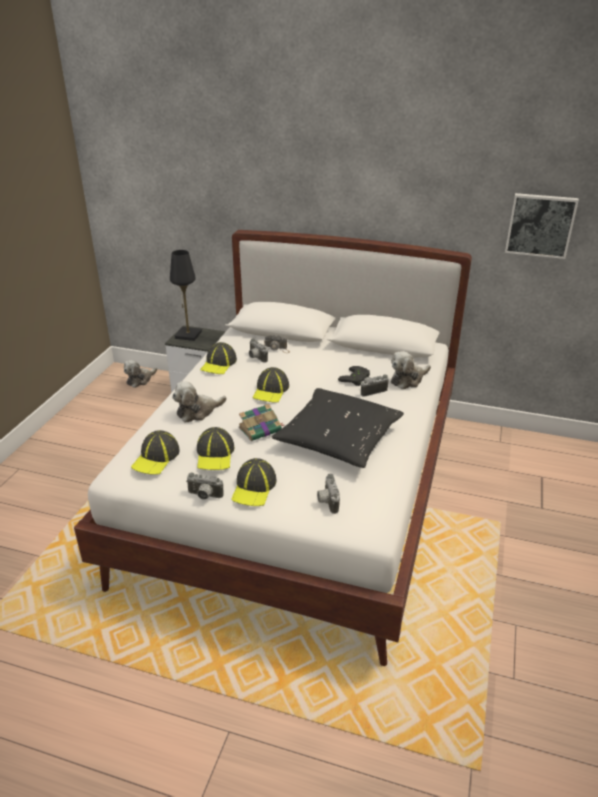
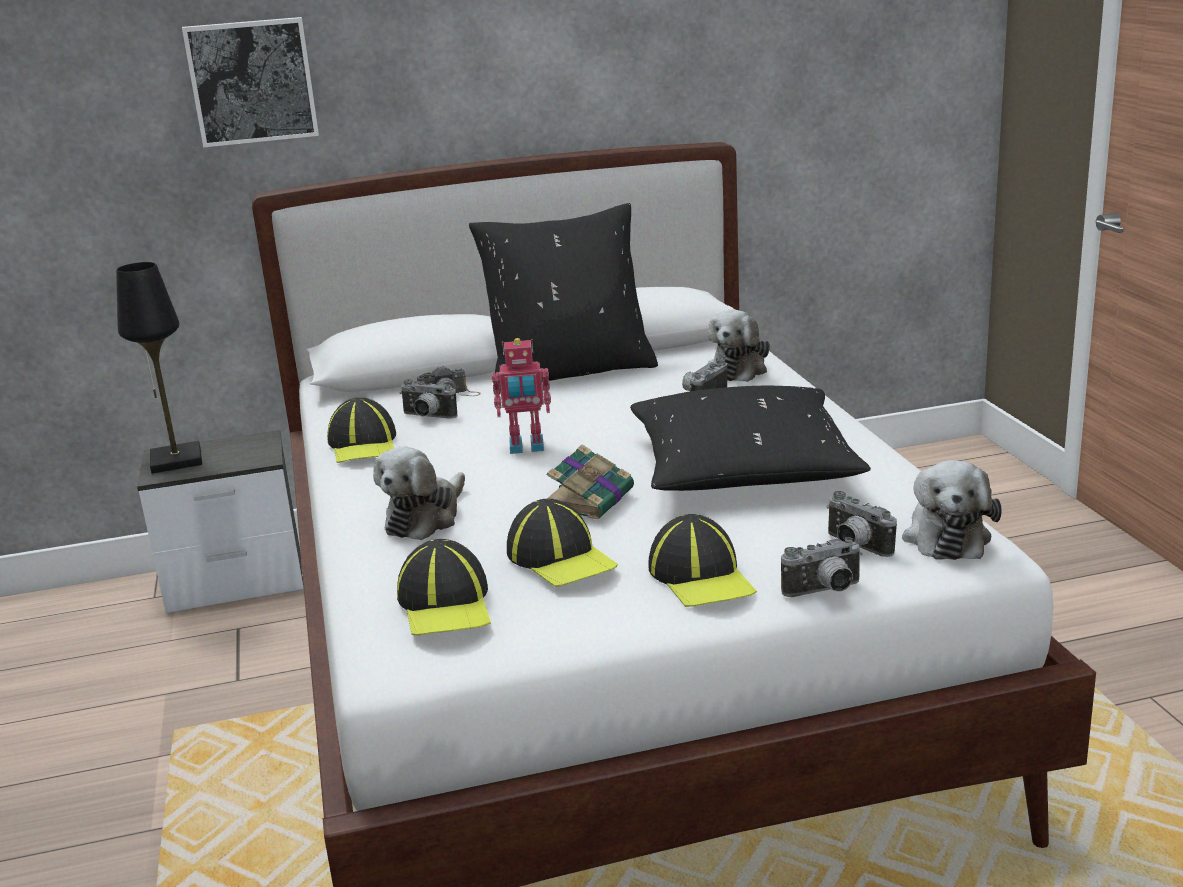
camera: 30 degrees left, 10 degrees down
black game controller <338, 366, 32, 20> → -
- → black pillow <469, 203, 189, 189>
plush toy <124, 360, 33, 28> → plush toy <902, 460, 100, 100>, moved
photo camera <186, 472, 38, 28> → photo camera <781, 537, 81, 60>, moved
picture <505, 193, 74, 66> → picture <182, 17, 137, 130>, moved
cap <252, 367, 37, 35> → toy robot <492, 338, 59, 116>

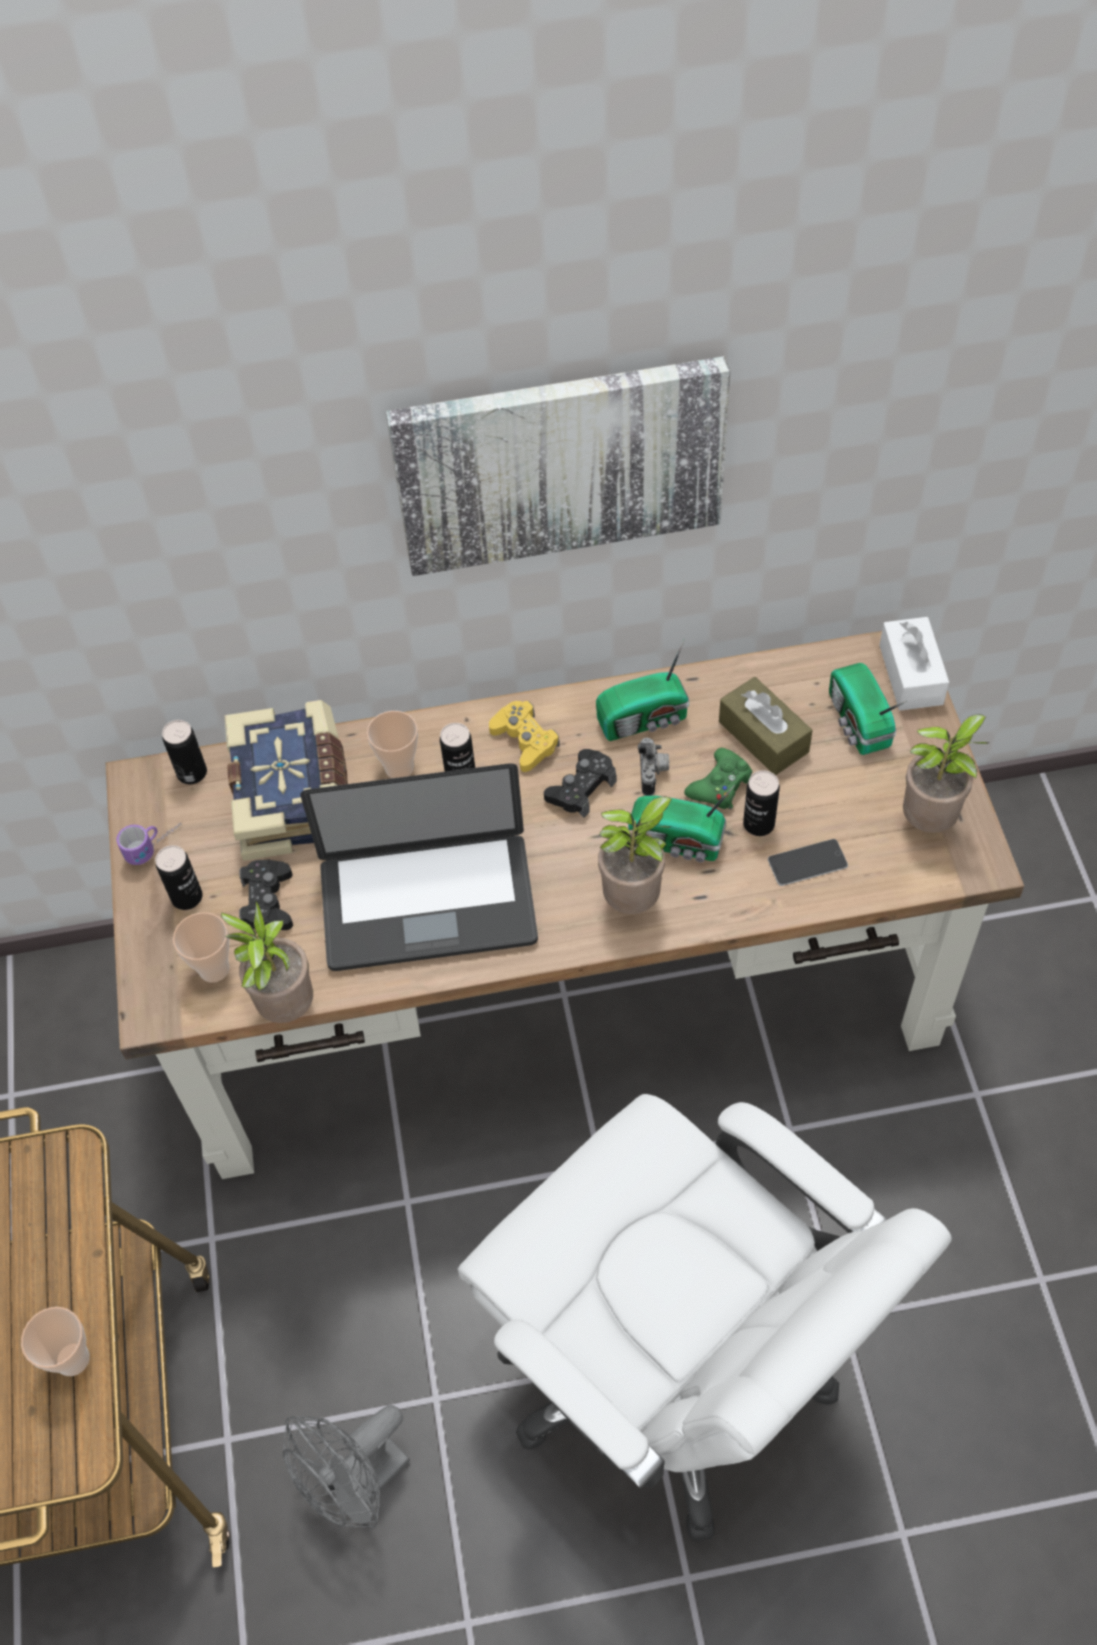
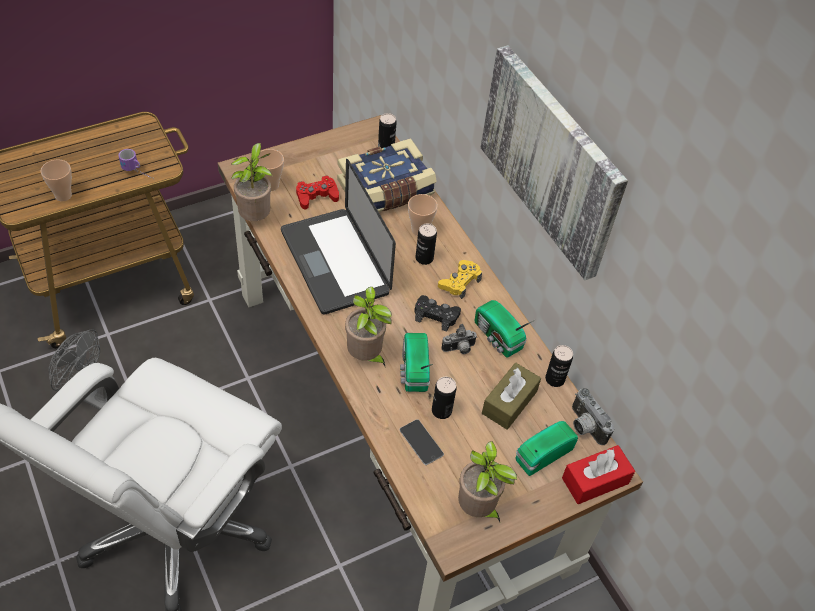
camera: 65 degrees right, 5 degrees down
green game controller <684, 748, 68, 62> → -
- → photo camera <572, 388, 42, 57>
mug <117, 823, 65, 42> → mug <118, 149, 36, 31>, moved
can <155, 845, 48, 65> → can <545, 345, 28, 42>, moved
black game controller <239, 860, 54, 70> → red game controller <296, 175, 43, 35>
white tissue box <879, 617, 70, 94> → red tissue box <562, 445, 73, 59>

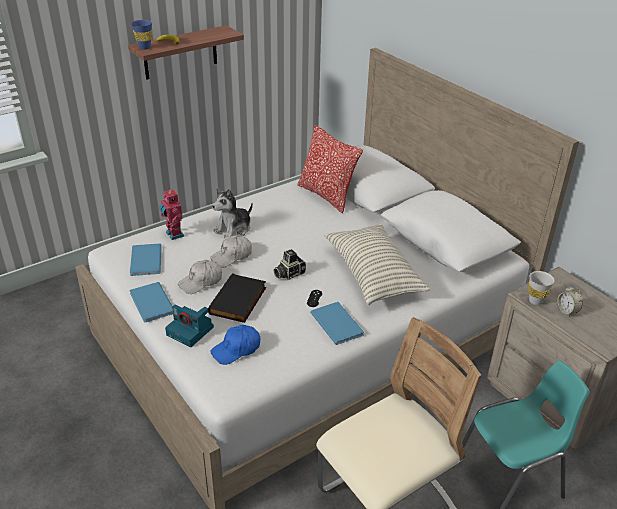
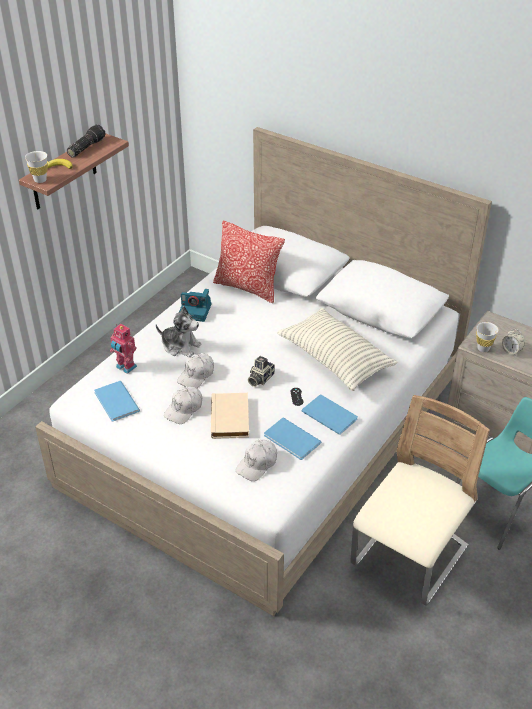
camera: 20 degrees left, 5 degrees up
- → flashlight <67, 124, 39, 34>
blue book <130, 282, 43, 40> → blue book <264, 417, 58, 43>, moved
photo camera <165, 305, 49, 42> → photo camera <179, 289, 32, 33>, moved
blue cup <131, 20, 21, 30> → white cup <25, 151, 23, 32>
black book <208, 273, 58, 50> → beige book <211, 393, 38, 46>
blue cap <210, 325, 50, 40> → white cap <236, 440, 41, 41>
plush toy <212, 188, 41, 50> → plush toy <156, 306, 45, 51>, 90 degrees counterclockwise

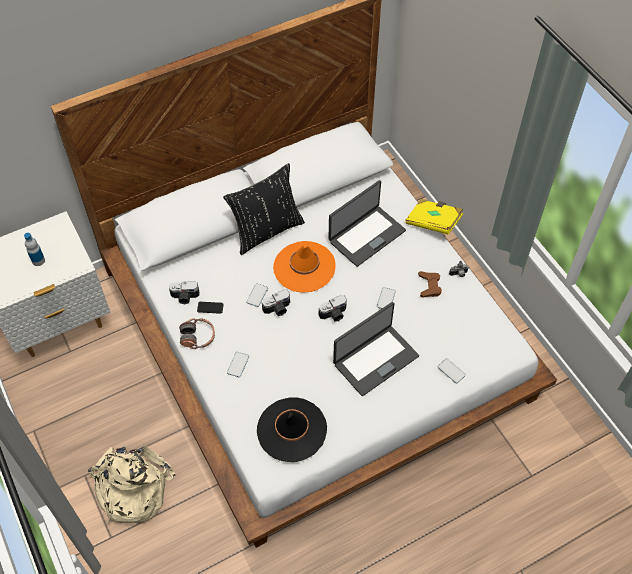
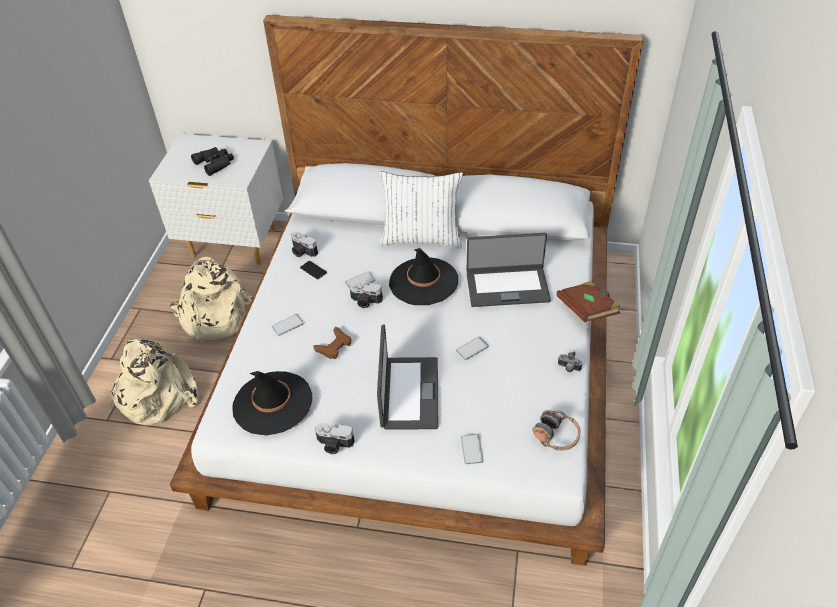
camera: 40 degrees right, 10 degrees down
- → beige backpack <170, 257, 83, 84>
headphones <179, 318, 36, 31> → headphones <532, 410, 49, 41>, moved
photo camera <319, 295, 28, 27> → photo camera <315, 423, 40, 31>, moved
brown game controller <418, 271, 24, 26> → brown game controller <313, 327, 38, 32>, moved
bottle <24, 233, 21, 33> → black binoculars <191, 147, 43, 29>
black pillow <223, 163, 82, 92> → white pillow <379, 171, 84, 78>
orange hat <273, 241, 63, 52> → black hat <389, 248, 69, 57>
yellow book <405, 199, 58, 36> → brown book <556, 281, 64, 41>
laptop <333, 302, 86, 94> → laptop <377, 325, 61, 105>, 90 degrees counterclockwise

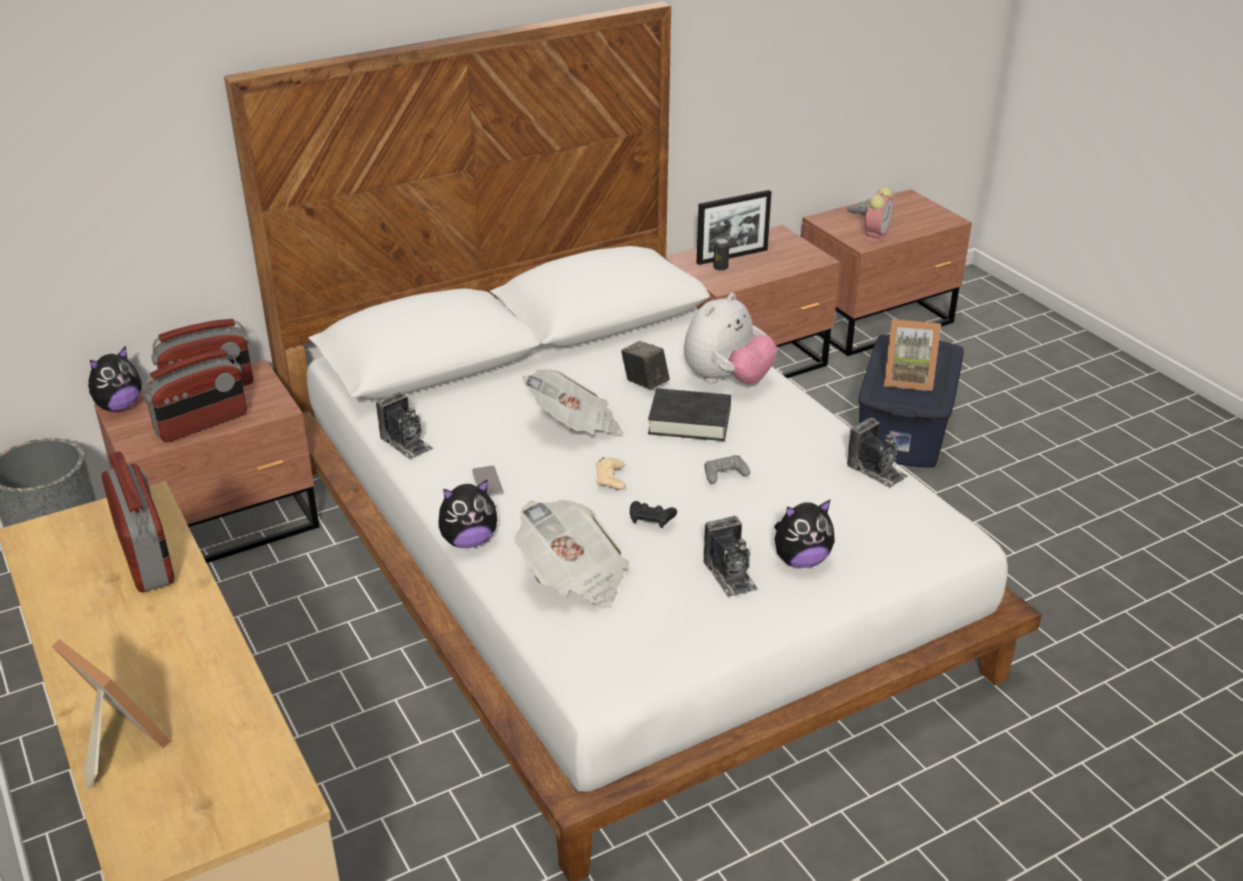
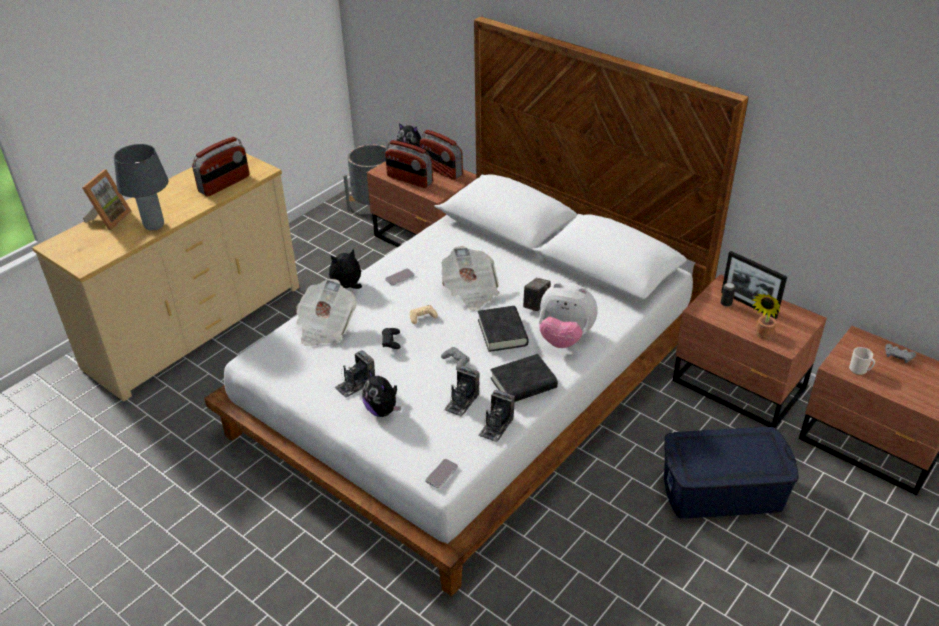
camera: 70 degrees right, 5 degrees up
picture frame <884, 319, 57, 72> → -
- → grey table lamp <114, 144, 54, 87>
- → phone <425, 459, 33, 29>
- → black book <490, 354, 68, 48>
- → potted plant <752, 294, 28, 45>
photo camera <376, 392, 58, 67> → photo camera <444, 366, 36, 51>, moved
alarm clock <864, 187, 29, 56> → mug <849, 347, 26, 28>
plush toy <439, 480, 58, 68> → plush toy <329, 249, 33, 40>, 105 degrees clockwise

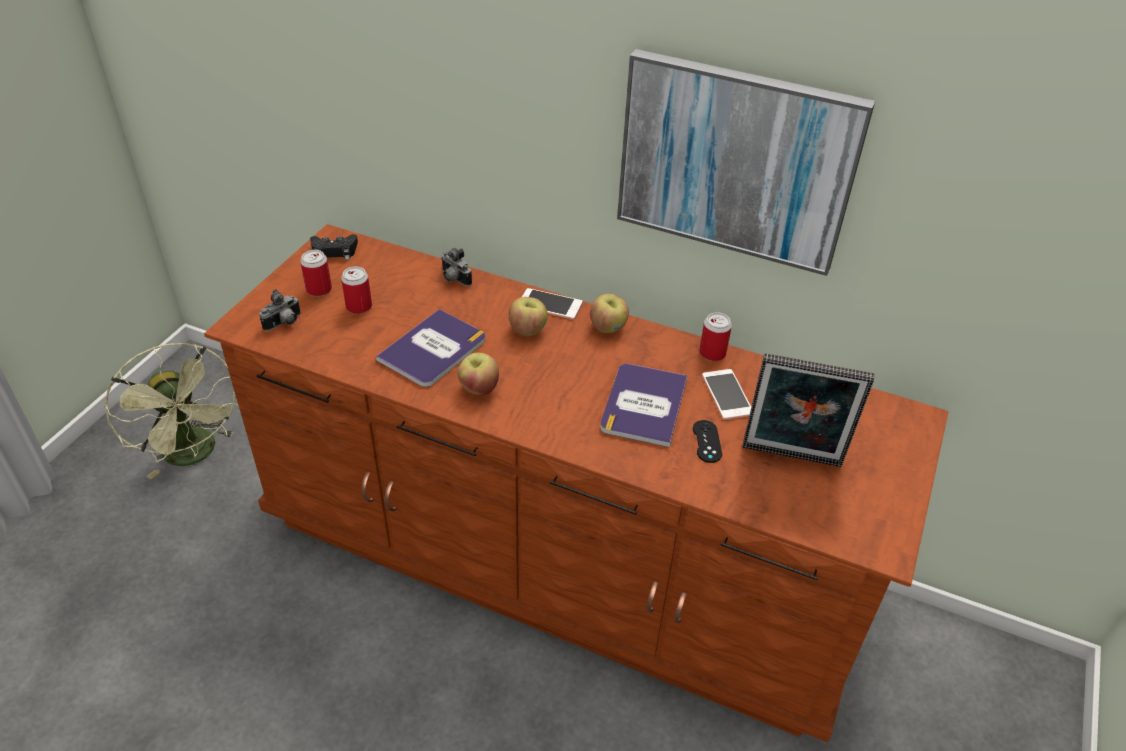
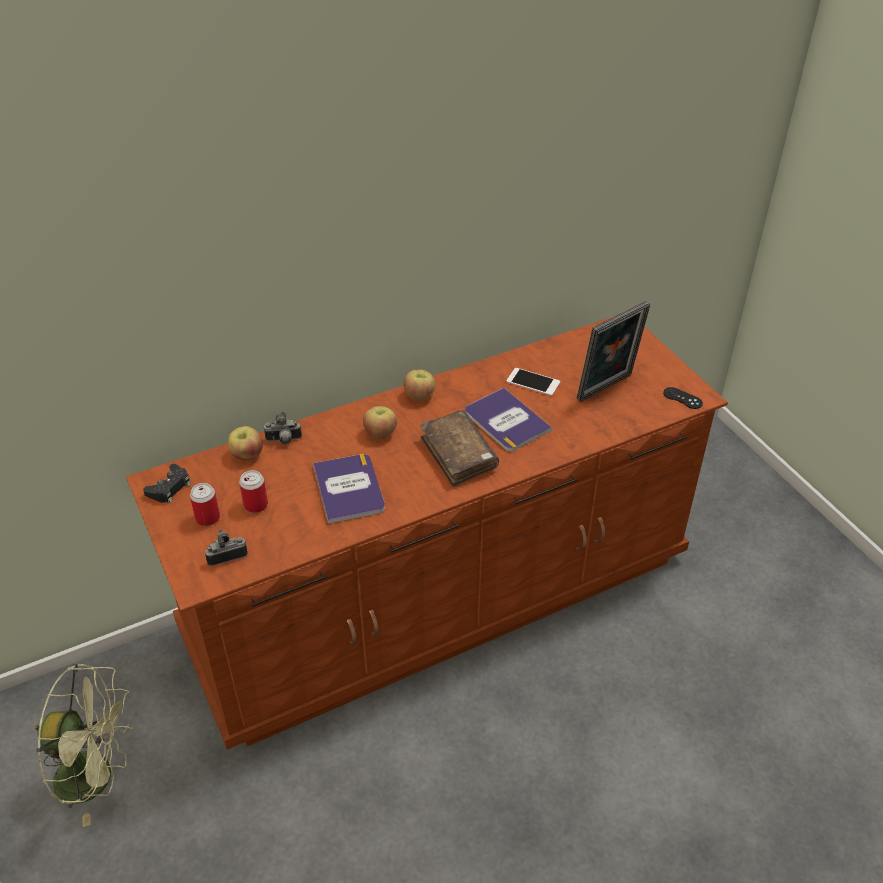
camera: 50 degrees left, 0 degrees up
phone <522, 288, 60, 32> → -
picture <617, 49, 258, 227> → -
can <699, 312, 33, 49> → -
- → brown book <420, 410, 79, 77>
apple <457, 353, 42, 43> → apple <228, 426, 35, 34>, moved
black game controller <693, 420, 29, 43> → black game controller <663, 387, 40, 22>, moved
photo camera <259, 289, 42, 42> → photo camera <205, 529, 43, 37>, 105 degrees counterclockwise

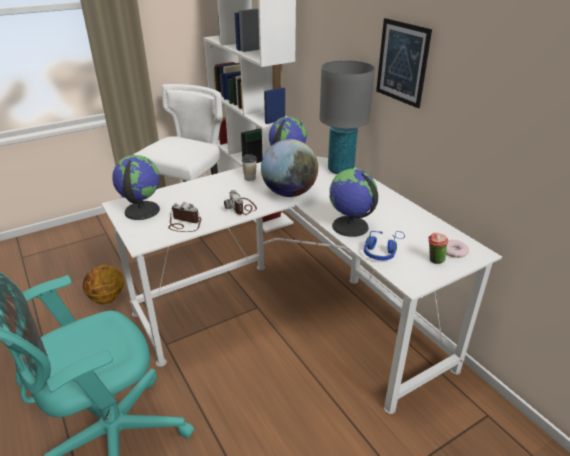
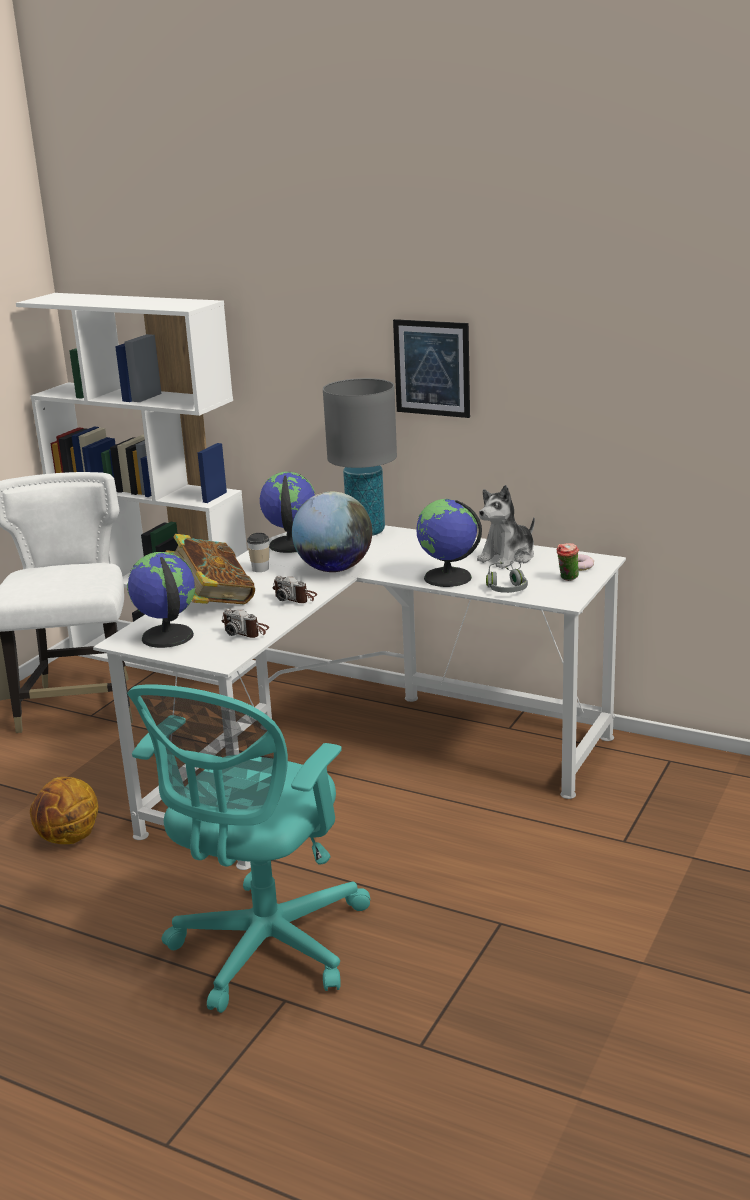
camera: 30 degrees left, 10 degrees down
- → book <166, 534, 89, 70>
- → plush toy <477, 485, 58, 84>
blue headphones <364, 231, 41, 29> → grey headphones <486, 560, 42, 33>
photo camera <168, 202, 33, 30> → photo camera <222, 608, 47, 30>, 135 degrees counterclockwise

